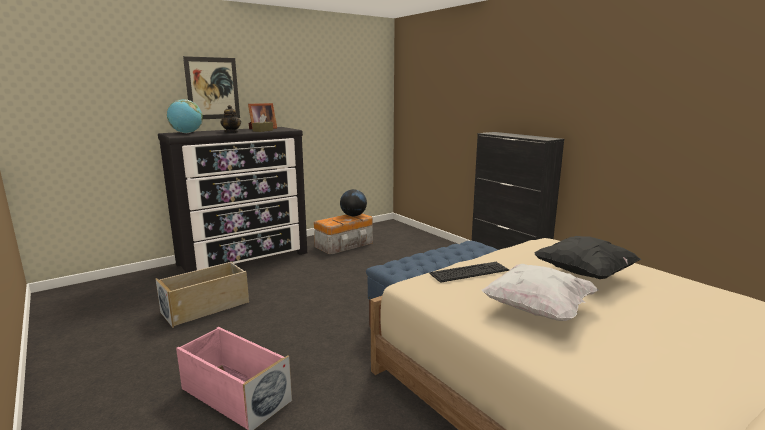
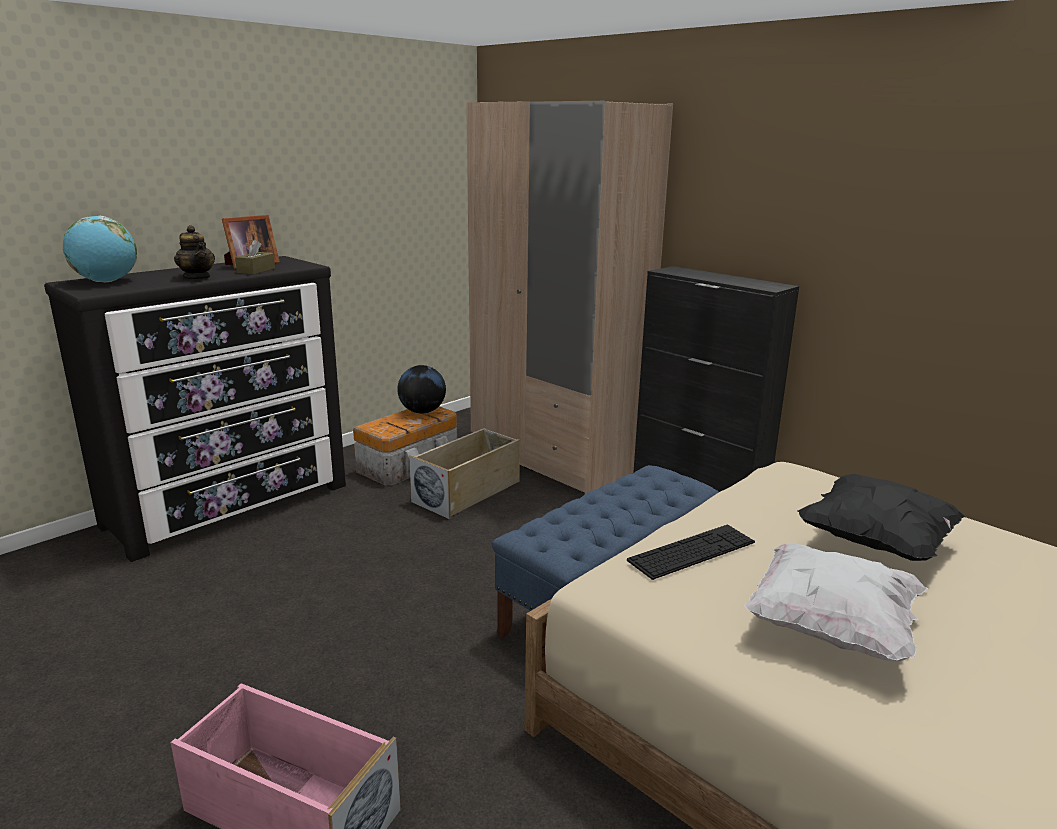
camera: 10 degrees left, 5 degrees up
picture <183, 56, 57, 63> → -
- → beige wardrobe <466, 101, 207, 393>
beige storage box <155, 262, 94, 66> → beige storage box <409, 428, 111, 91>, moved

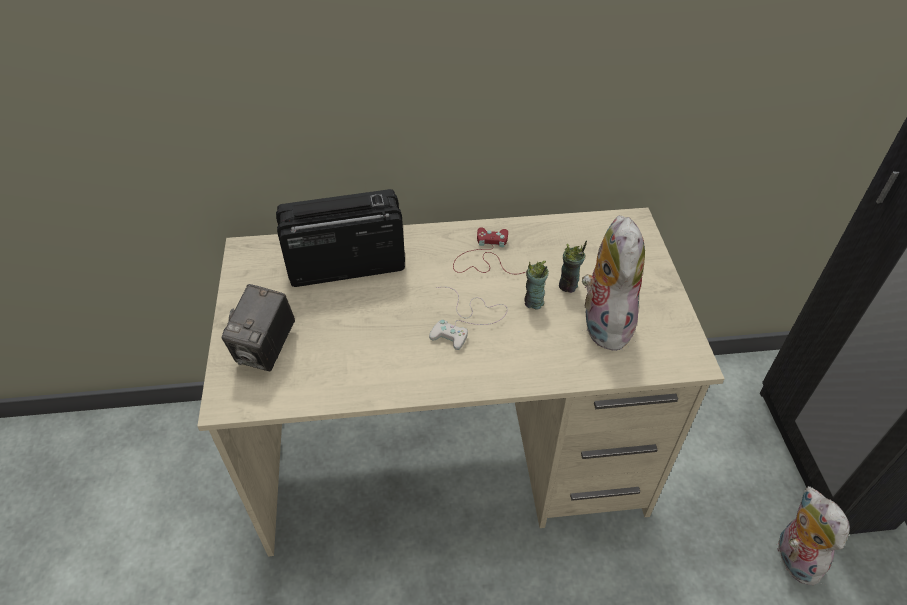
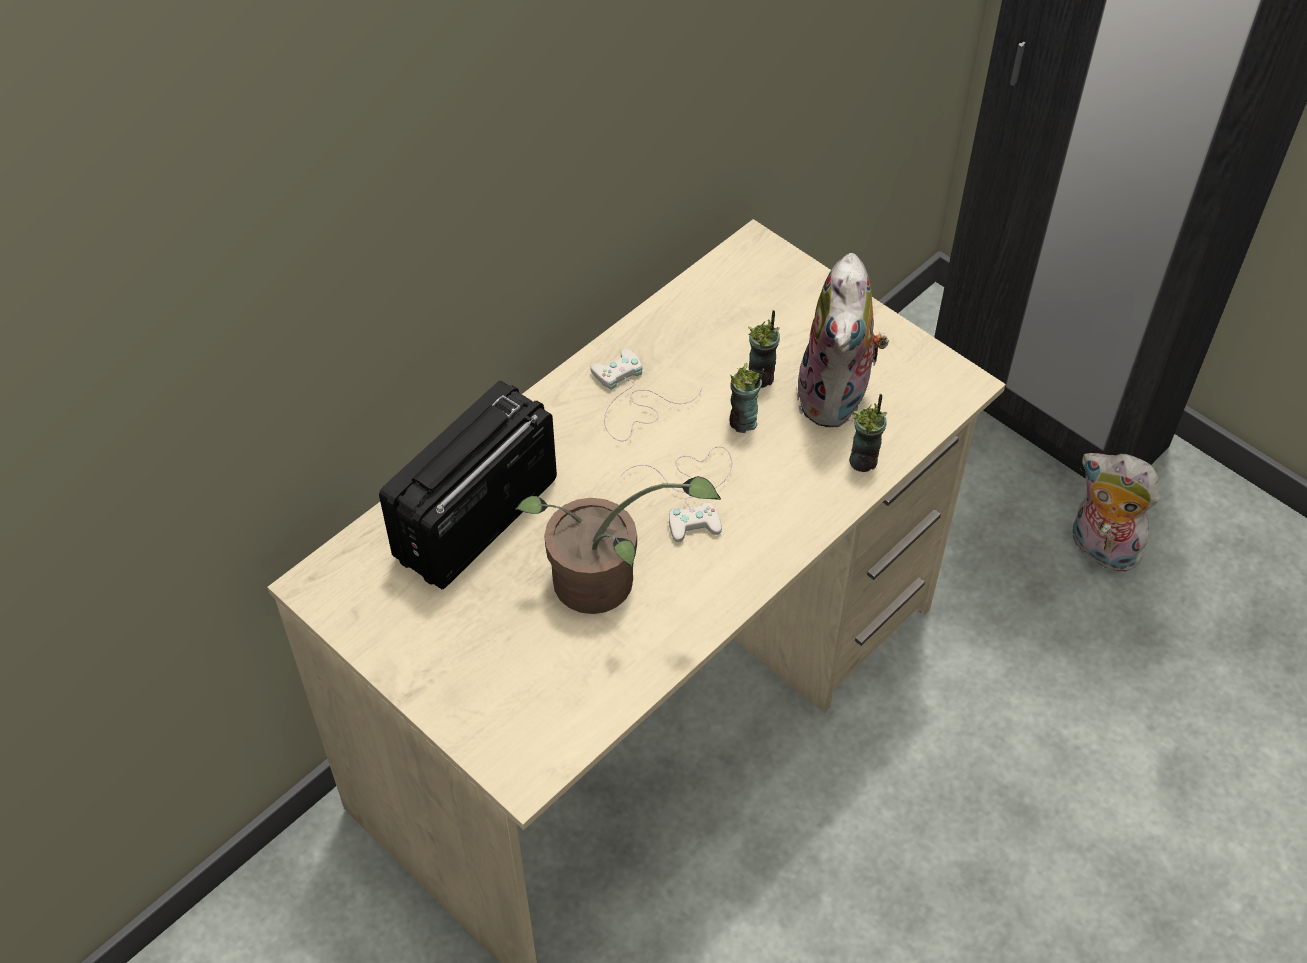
camera: 40 degrees left, 5 degrees up
photo camera <222, 284, 73, 87> → -
- → potted plant <515, 476, 206, 138>
- → cup <849, 394, 39, 78>
red game controller <453, 227, 72, 47> → white game controller <590, 348, 112, 93>
plush toy <582, 215, 63, 138> → plush toy <796, 253, 93, 174>, 135 degrees counterclockwise

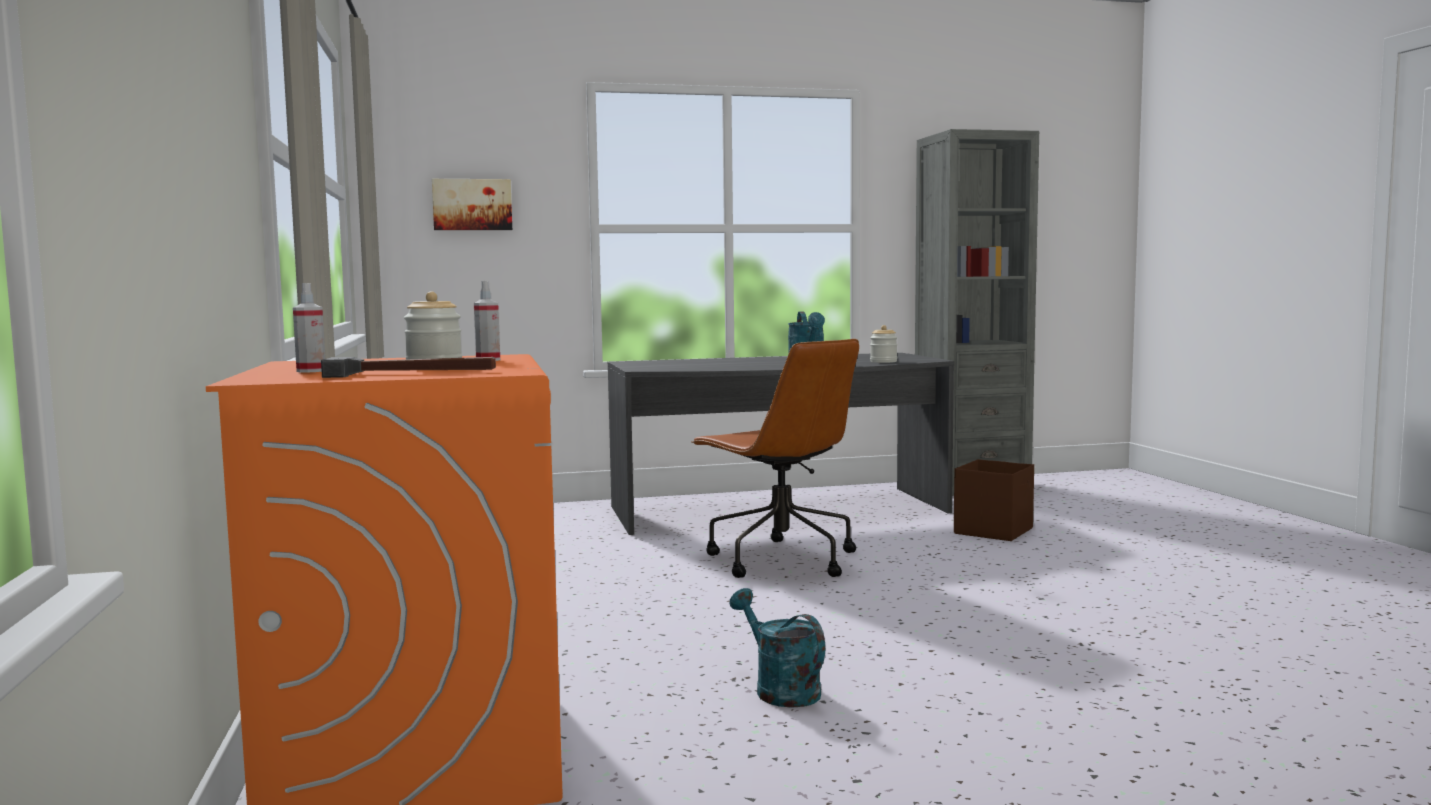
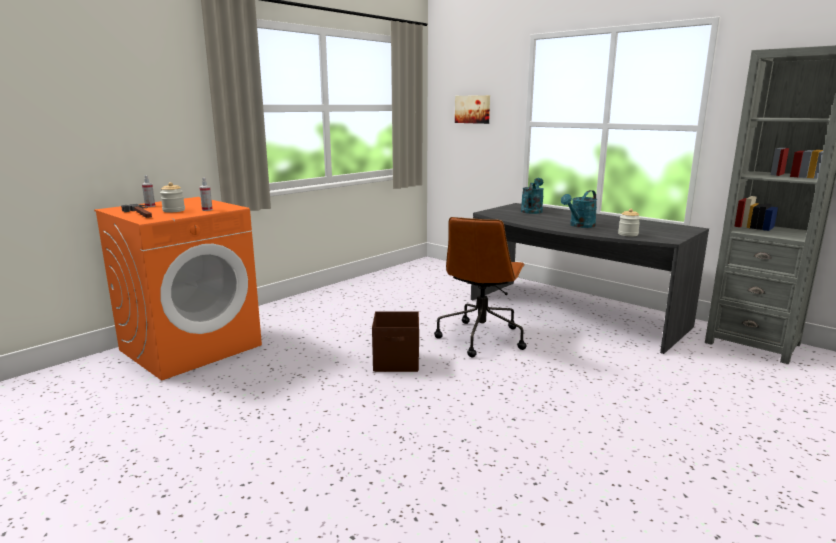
camera: 55 degrees right, 10 degrees up
turquoise watering can <730, 588, 95, 120> → turquoise watering can <521, 178, 23, 36>, moved
brown storage box <954, 459, 80, 82> → brown storage box <372, 311, 47, 61>, moved

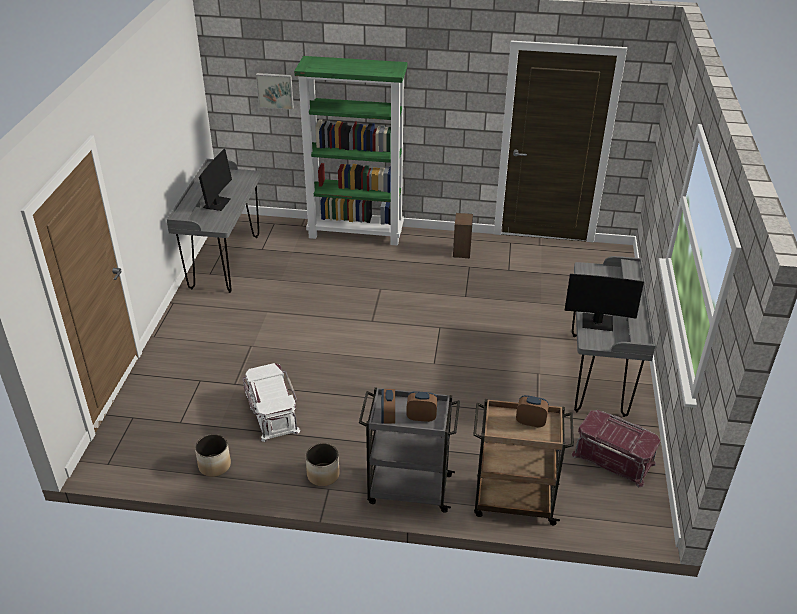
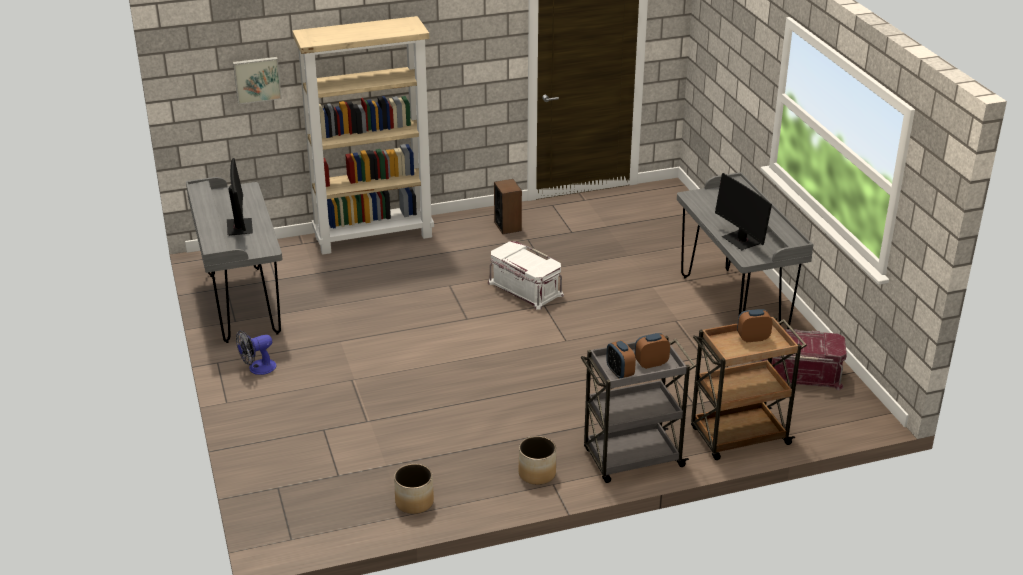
camera: 25 degrees left, 5 degrees down
- → fan <236, 331, 40, 44>
white storage box <243, 363, 57, 79> → white storage box <488, 241, 76, 69>, moved
green bookcase <294, 56, 113, 190> → beige bookcase <292, 16, 142, 239>
monitor <565, 274, 79, 57> → monitor <715, 173, 57, 77>, 75 degrees clockwise

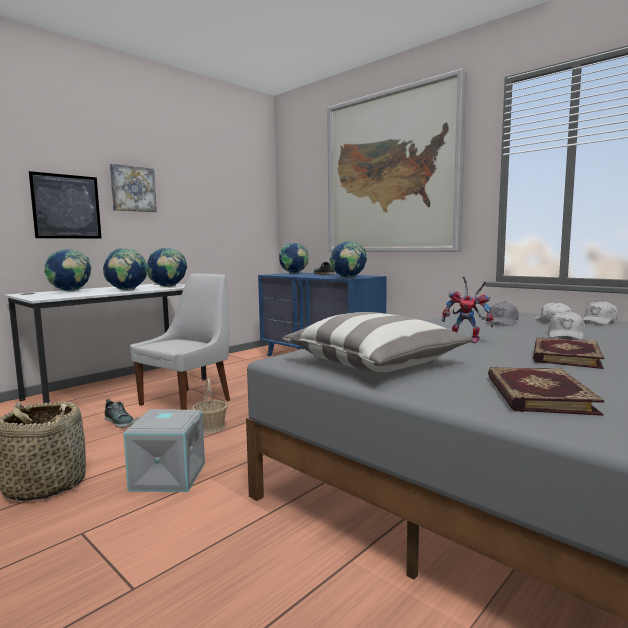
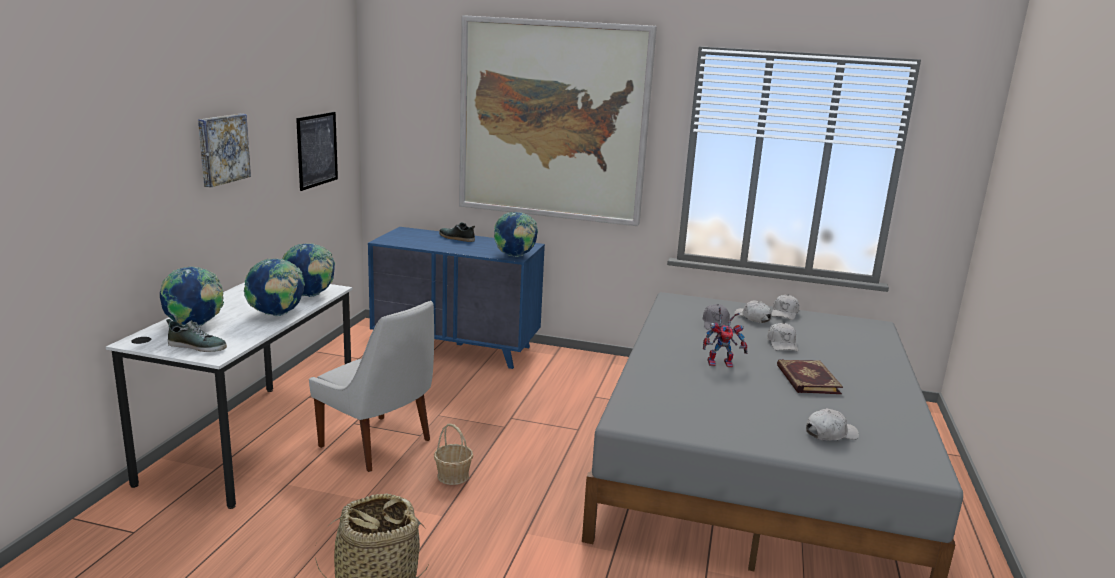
camera: 30 degrees left, 10 degrees up
grey storage box <123, 410, 82, 82> → -
globe <279, 242, 30, 32> → -
pillow <283, 312, 190, 61> → -
picture <29, 171, 72, 67> → picture <296, 112, 42, 79>, moved
shoe <105, 399, 29, 29> → shoe <166, 319, 61, 33>, moved
book <488, 367, 116, 49> → white cap <806, 408, 53, 33>
white chair <130, 274, 100, 136> → white chair <309, 301, 125, 171>, 120 degrees clockwise

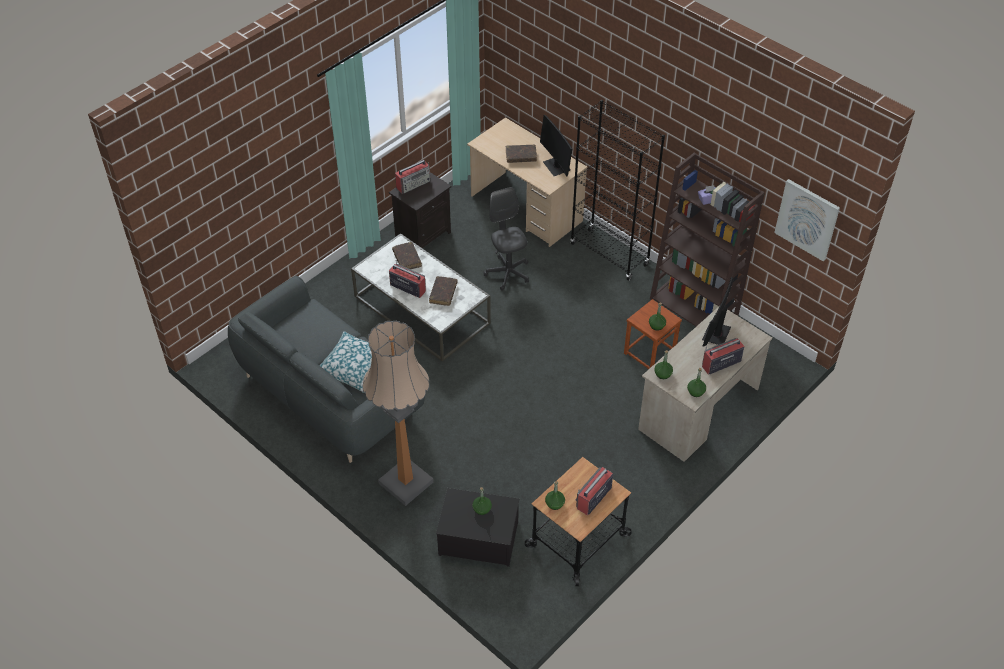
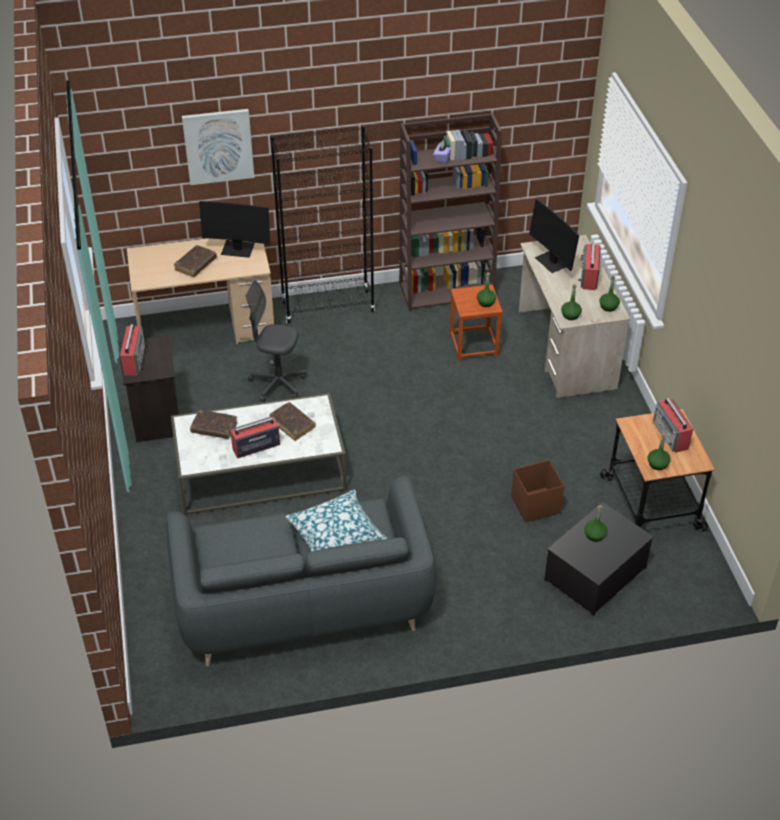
camera: 55 degrees left, 5 degrees down
floor lamp <363, 321, 71, 185> → -
- → brown storage box <511, 460, 54, 62>
picture <774, 179, 66, 83> → picture <182, 109, 72, 76>, moved

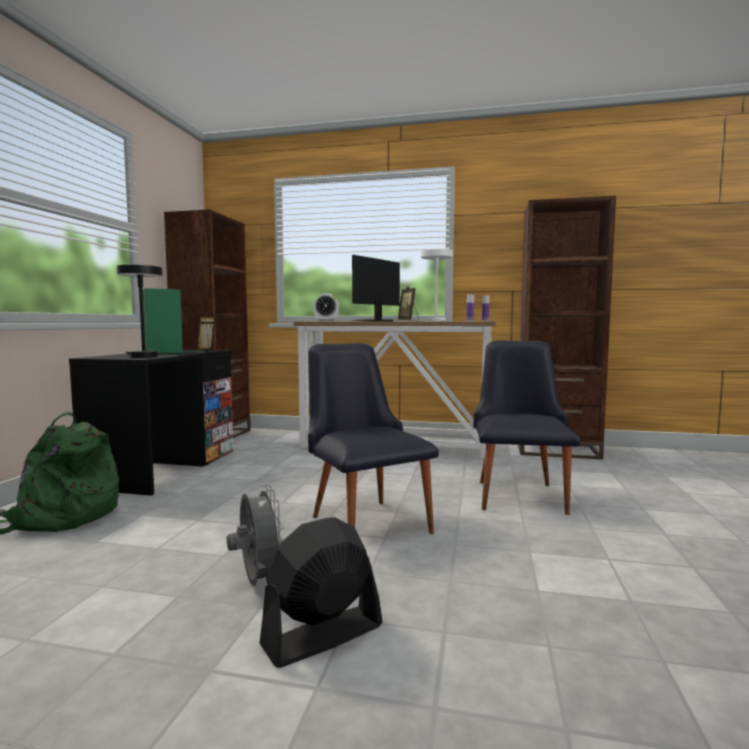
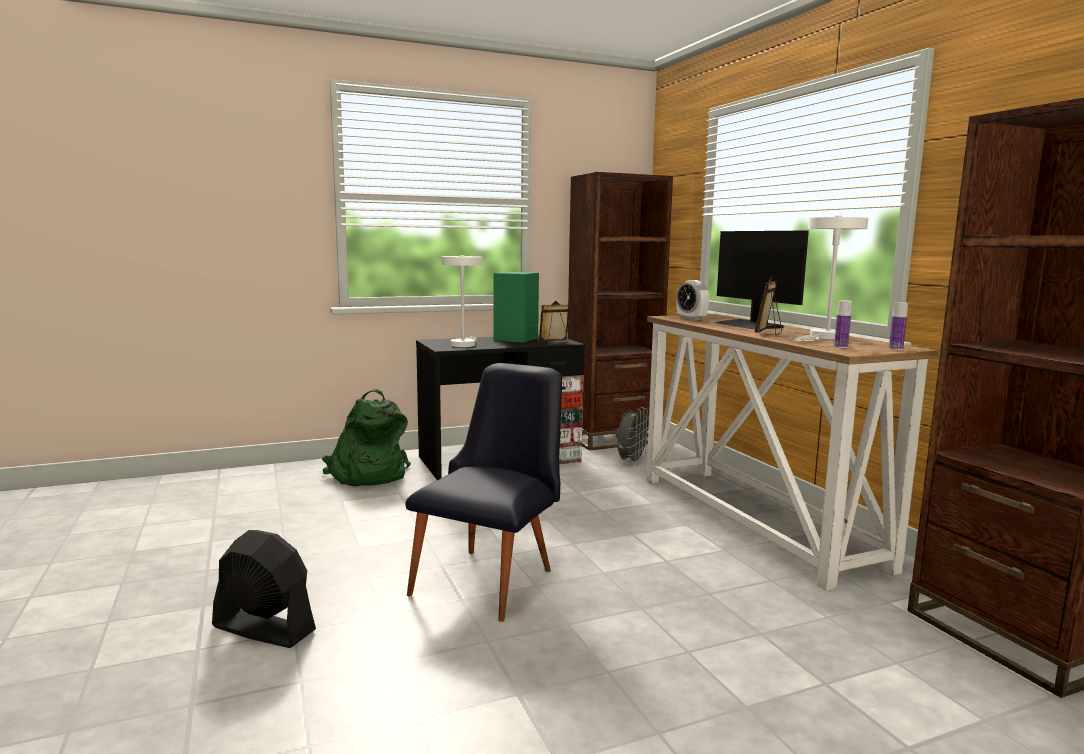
camera: 55 degrees right, 5 degrees up
black chair <473, 340, 107, 175> → -
grey fan <227, 485, 57, 101> → grey fan <616, 407, 33, 58>, moved
black table lamp <116, 265, 46, 92> → white table lamp <441, 255, 42, 92>
monitor <352, 255, 48, 66> → monitor <715, 231, 94, 99>, 120 degrees counterclockwise

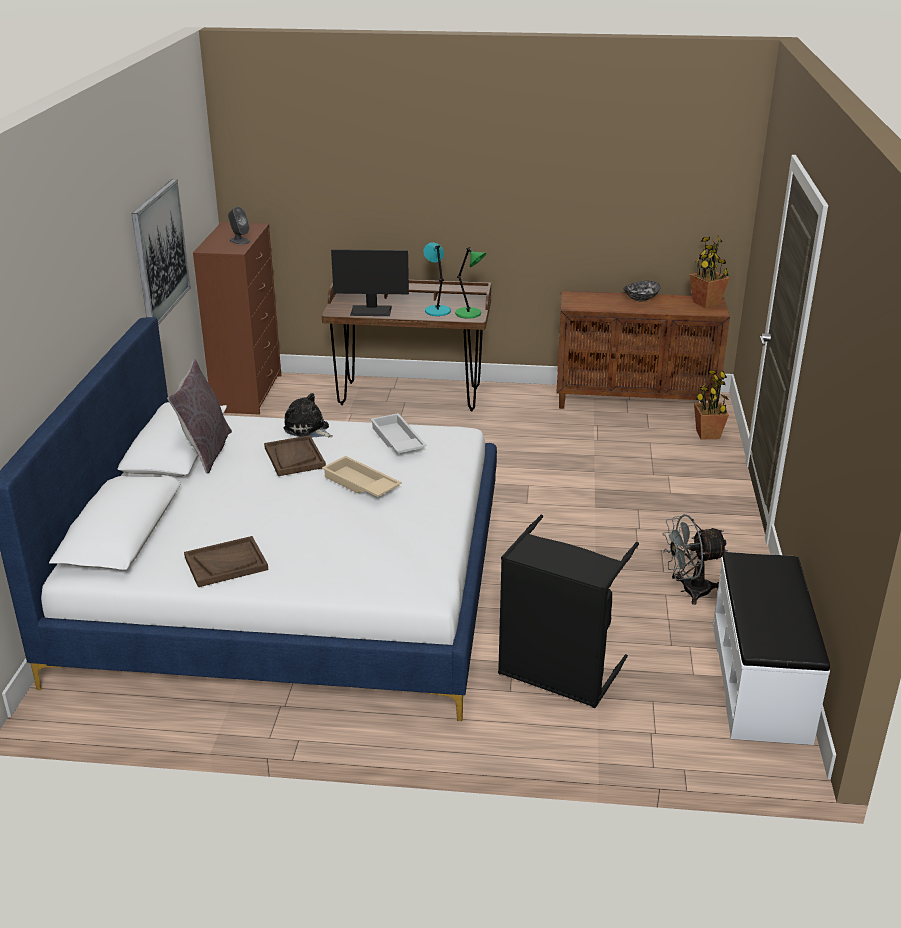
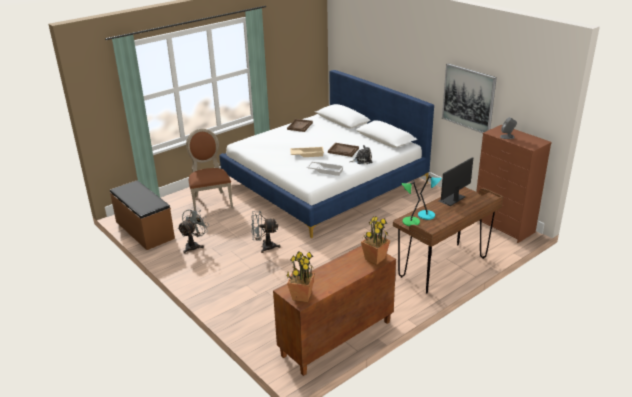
camera: 135 degrees right, 0 degrees up
grey pillow <167, 359, 65, 114> → -
bowl <623, 281, 38, 20> → -
- → grey fan <251, 211, 30, 42>
potted plant <694, 370, 35, 70> → potted plant <361, 216, 29, 49>, moved
black laundry basket <498, 515, 141, 193> → brown chair <186, 129, 47, 82>
white bench <713, 552, 117, 193> → brown bench <110, 180, 65, 70>

